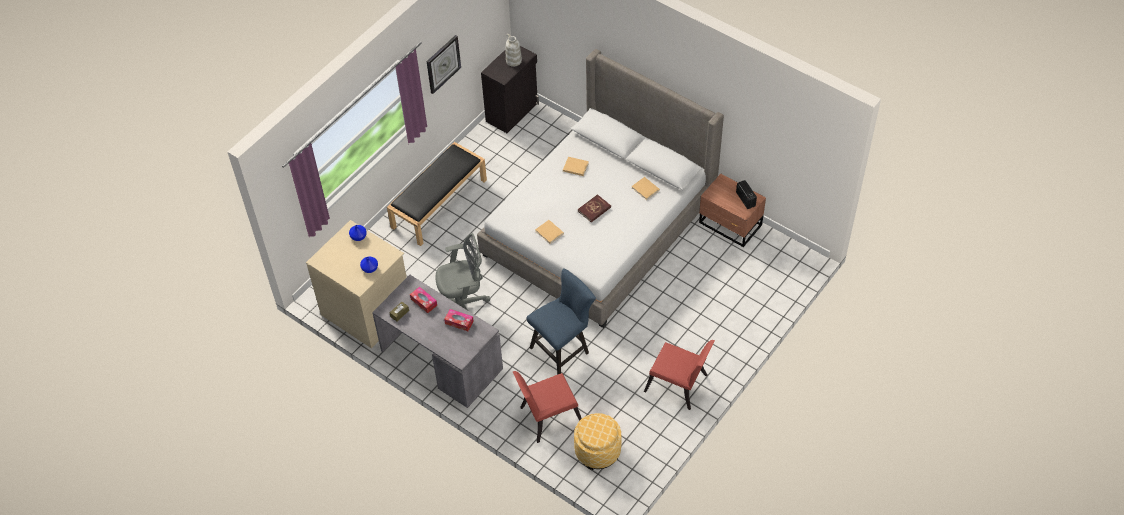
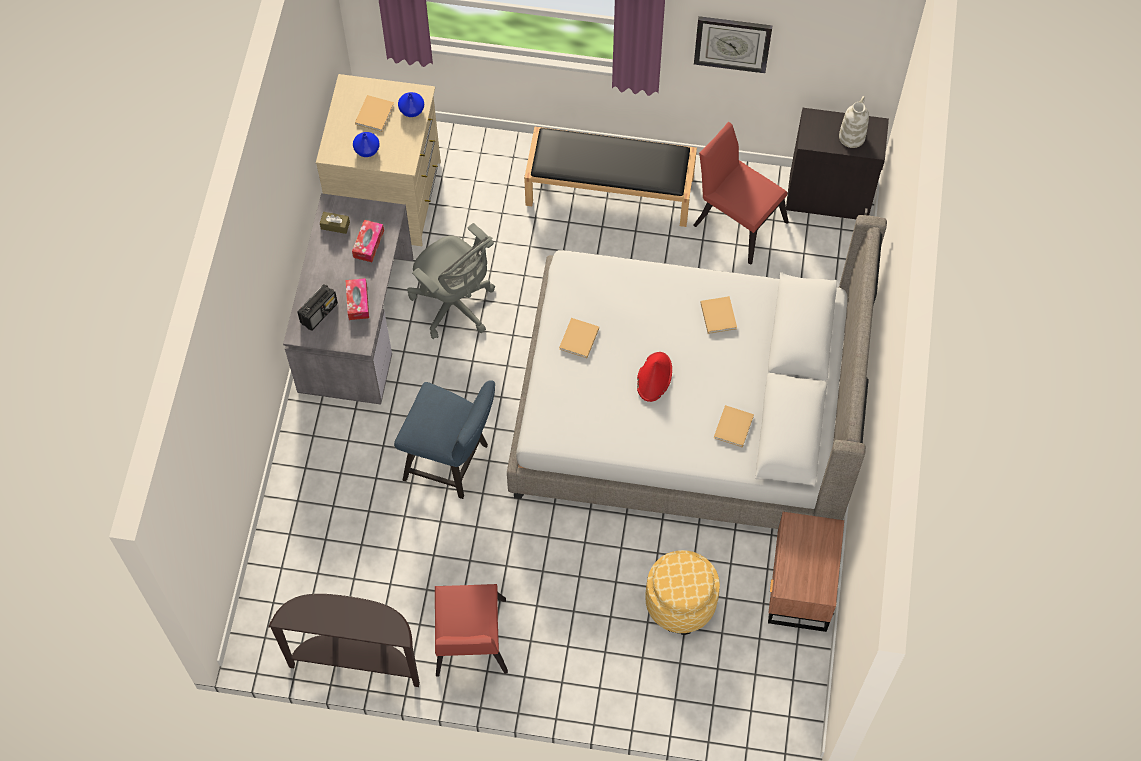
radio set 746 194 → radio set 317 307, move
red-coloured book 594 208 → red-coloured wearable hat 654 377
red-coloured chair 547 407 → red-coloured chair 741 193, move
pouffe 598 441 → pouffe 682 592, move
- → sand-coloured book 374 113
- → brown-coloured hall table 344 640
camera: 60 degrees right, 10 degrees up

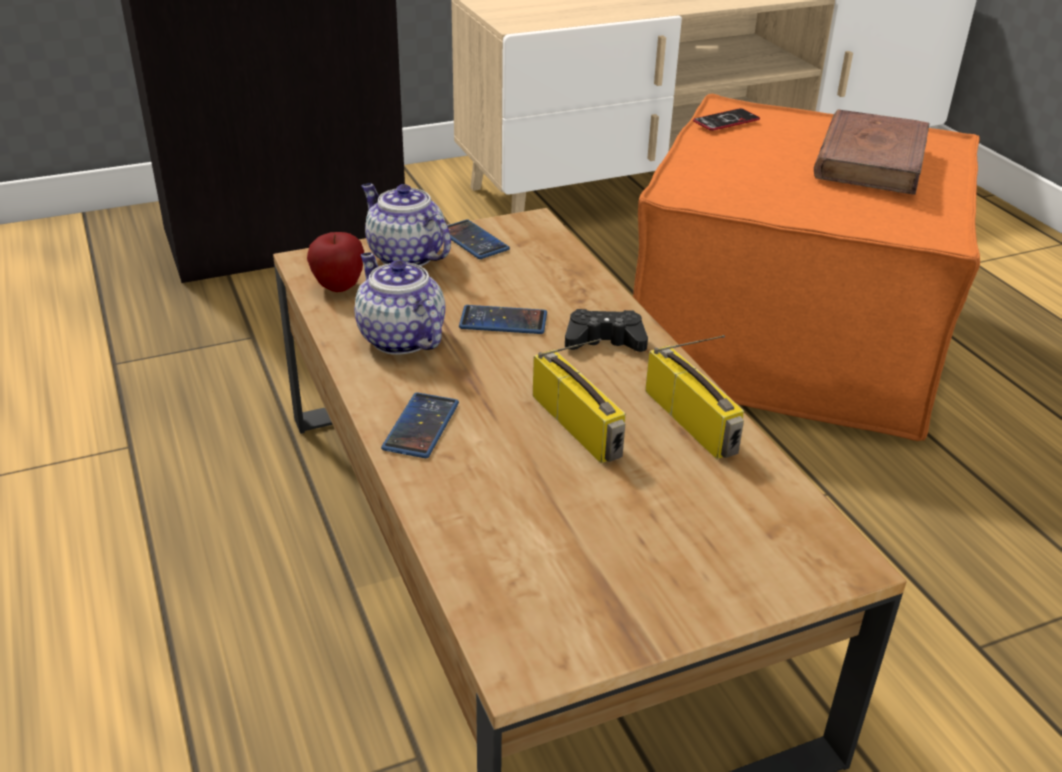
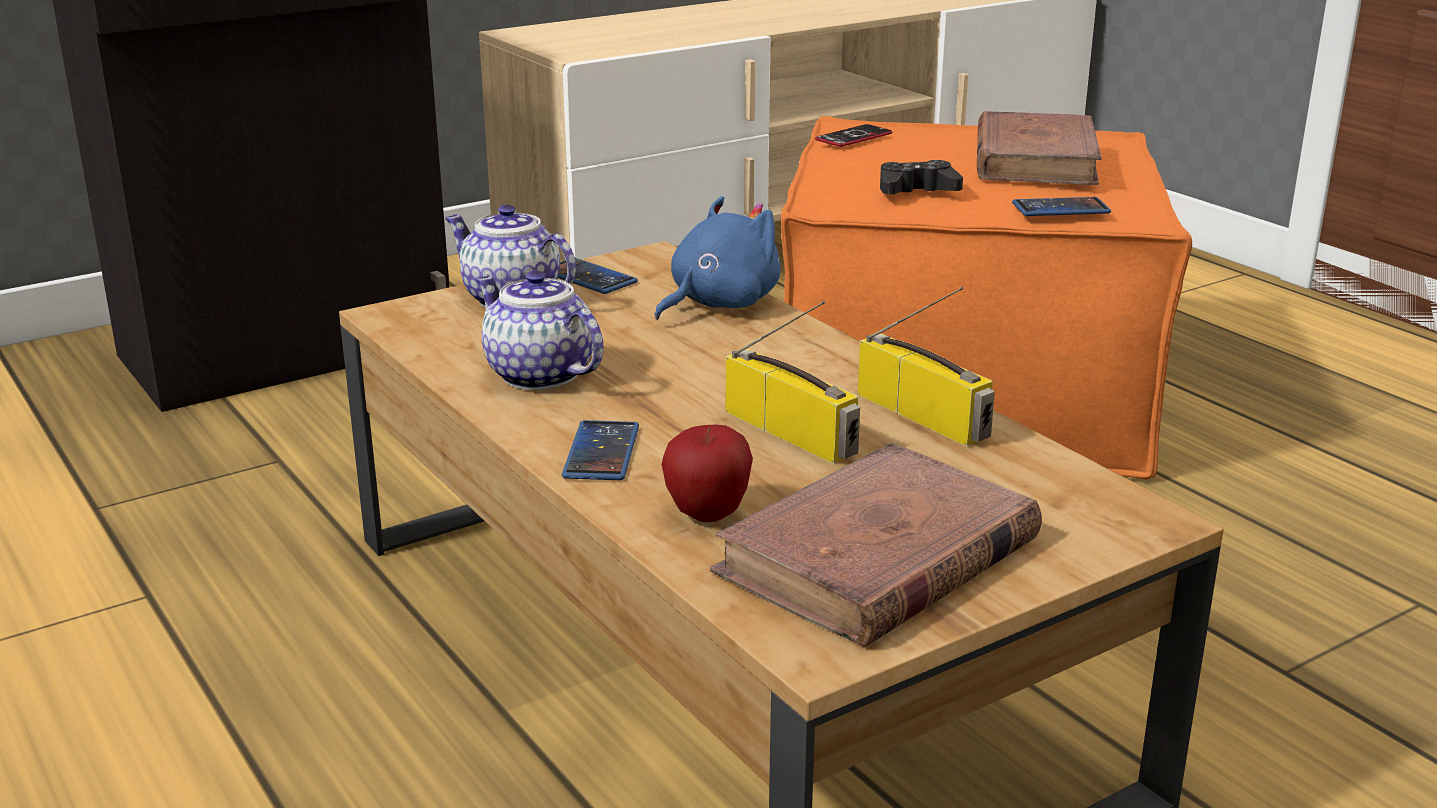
apple 335 262 → apple 707 473, move
telephone 503 319 → telephone 1061 206, move
black gamepad 606 330 → black gamepad 921 177, move
- → bluish soft toy 717 258
- → brown-coloured book 876 545
camera: 10 degrees left, 10 degrees down

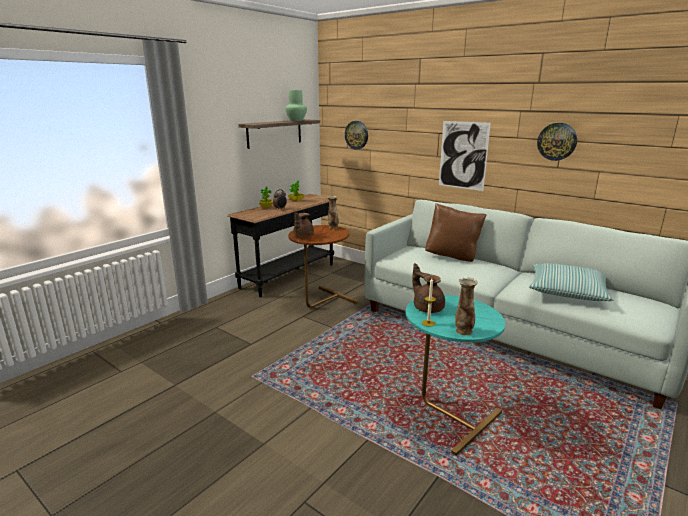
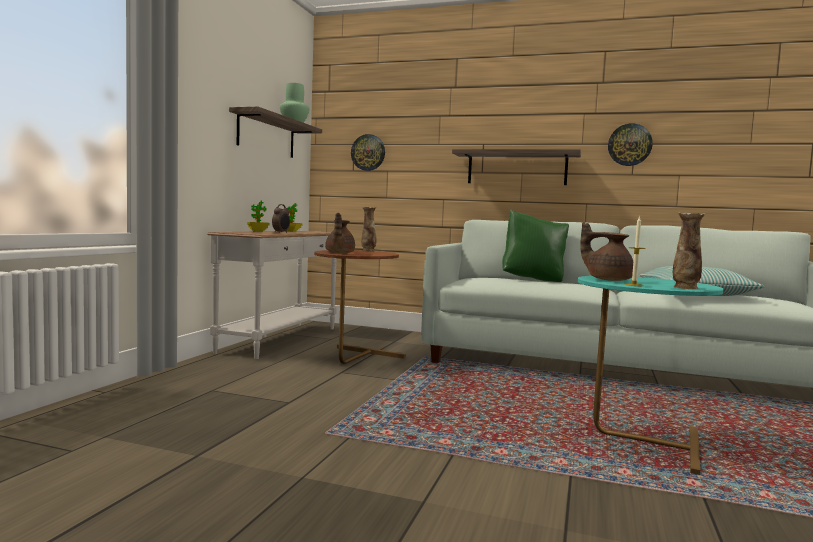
picture 465 156 → bracket shelf 516 167
black hall table 282 245 → white-coloured hall table 272 295
brown-coloured cushion 456 232 → greenish cushion 535 246
camera: 20 degrees left, 15 degrees down

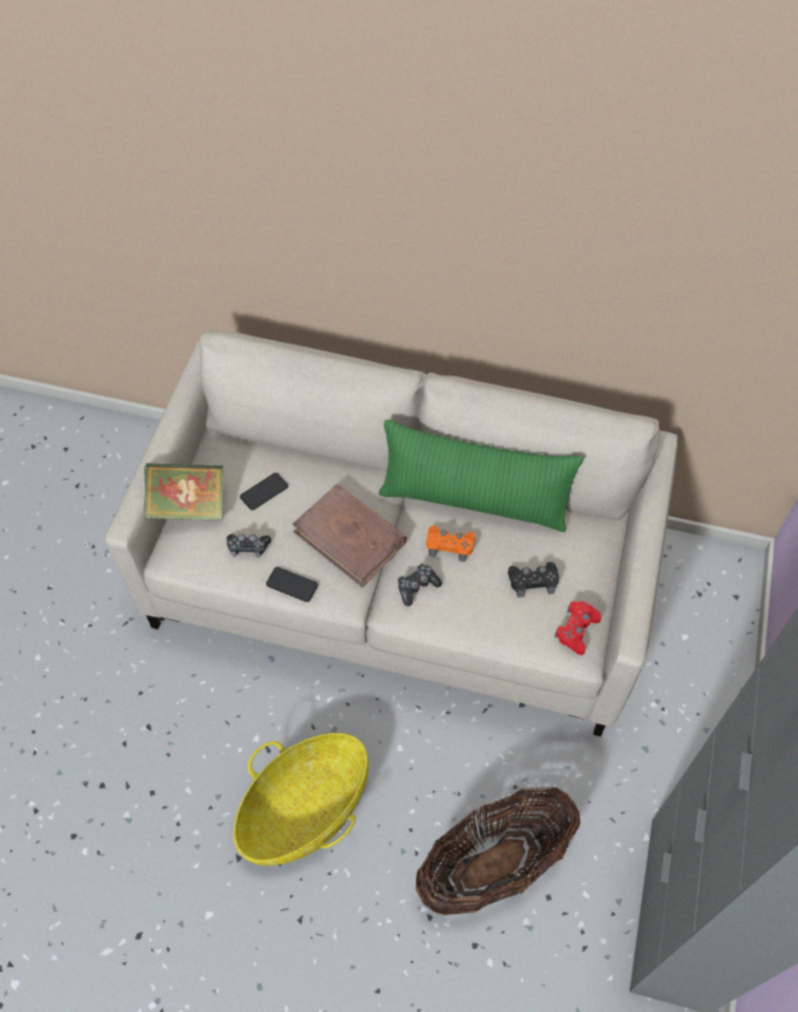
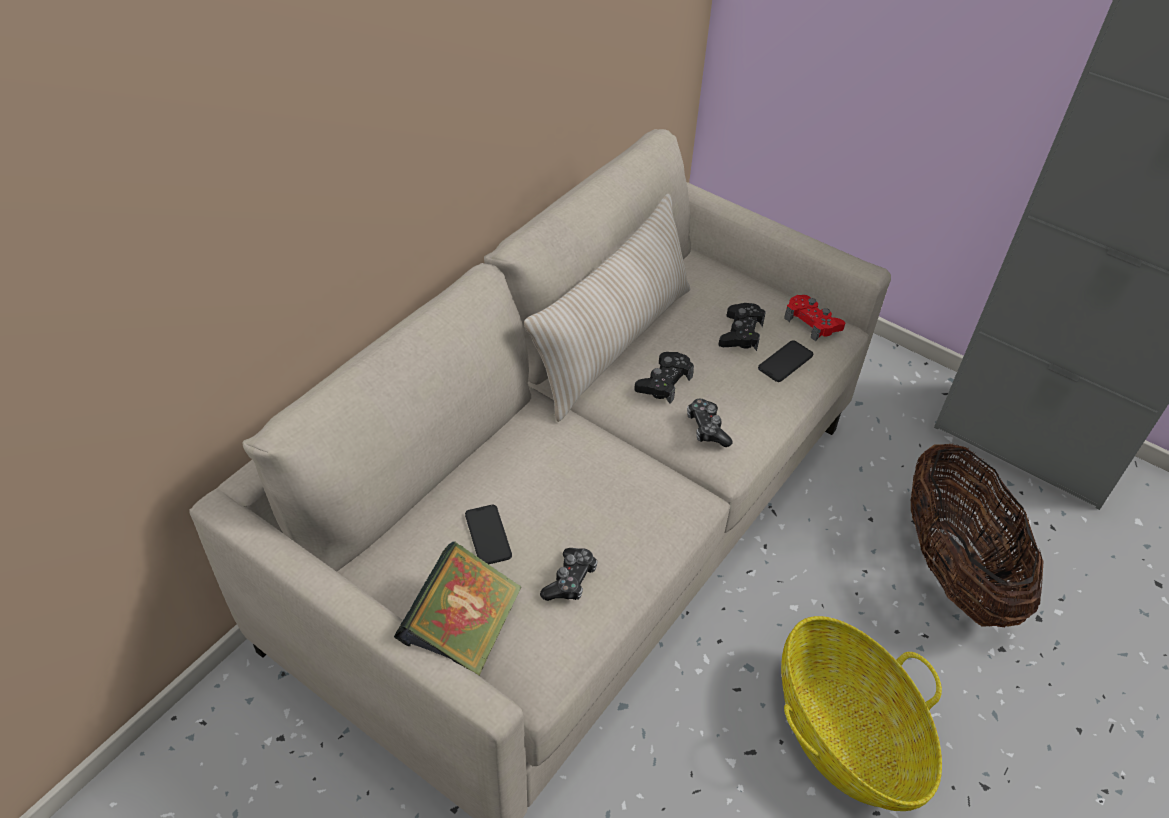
greenish cushion 481 476 → sand-coloured cushion 607 307
brown-coloured book 349 536 → -
orange gamepad 451 544 → black gamepad 664 378
telephone 292 584 → telephone 785 361, move
camera: 70 degrees left, 10 degrees down

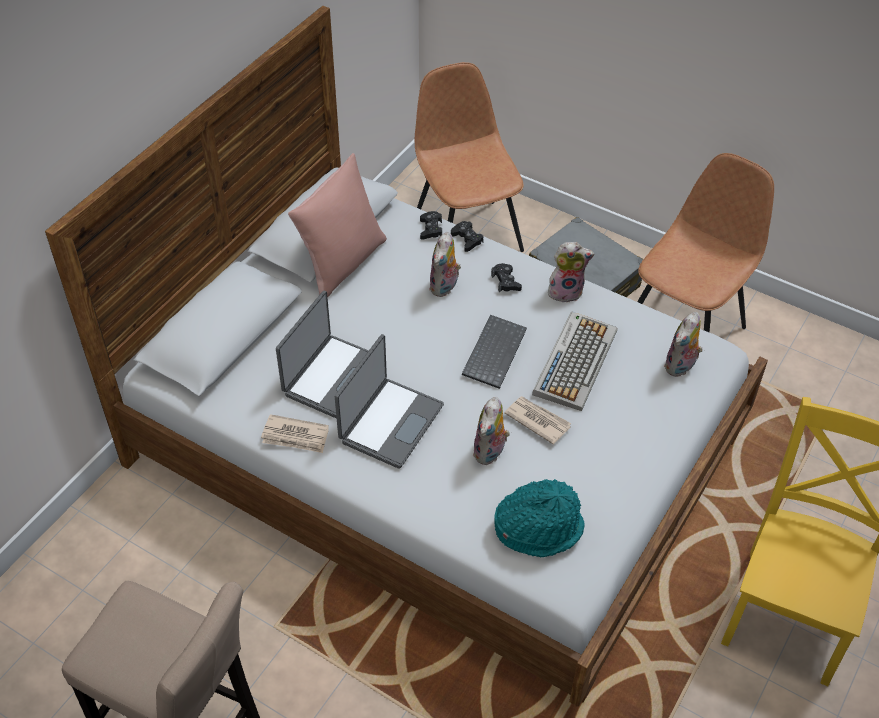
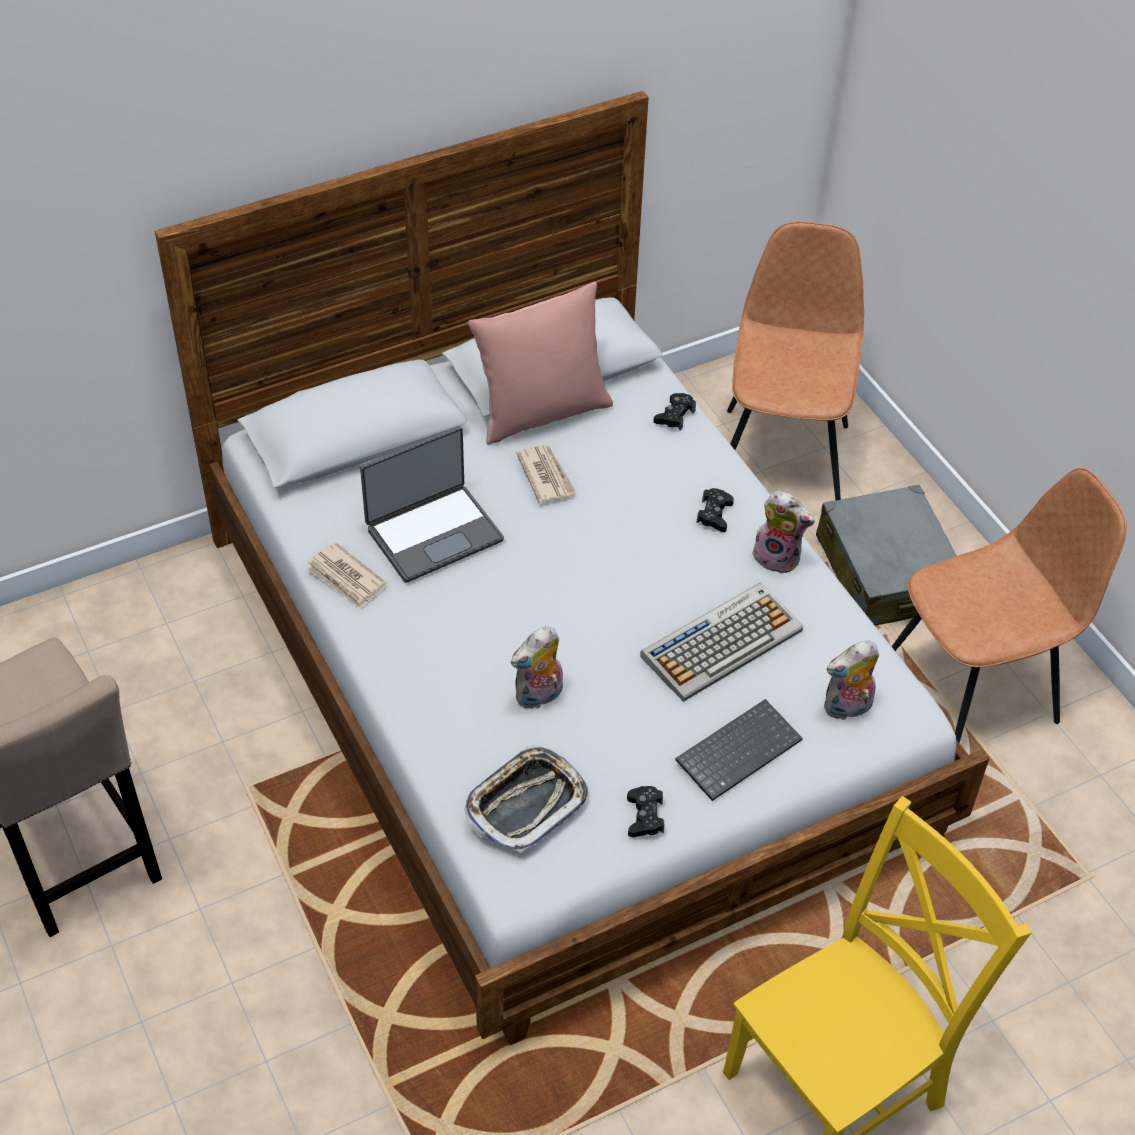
black gamepad 467 236 → black gamepad 645 811, move
soft toy 445 264 → -
computer keyboard 494 352 → computer keyboard 739 750, move
laptop 389 401 → -
daily paper 537 420 → daily paper 546 474, move
turquoise wearable hat 540 518 → carrying tray 526 798
camera: 30 degrees right, 0 degrees up

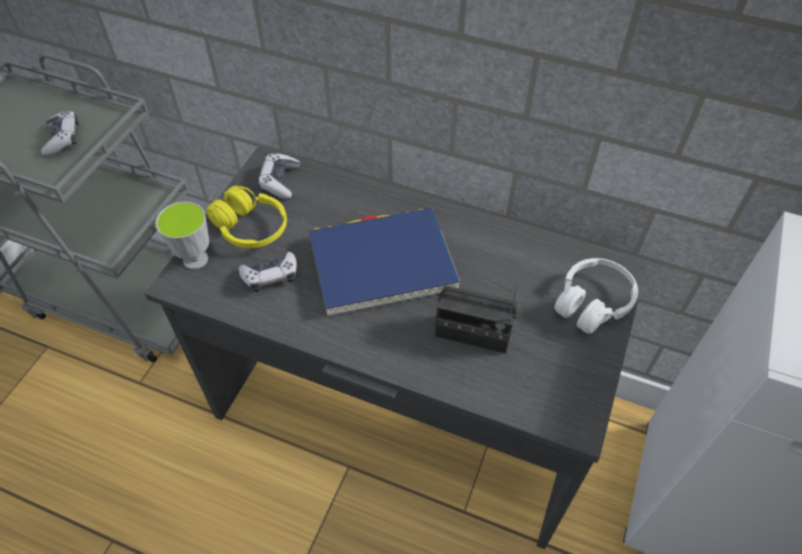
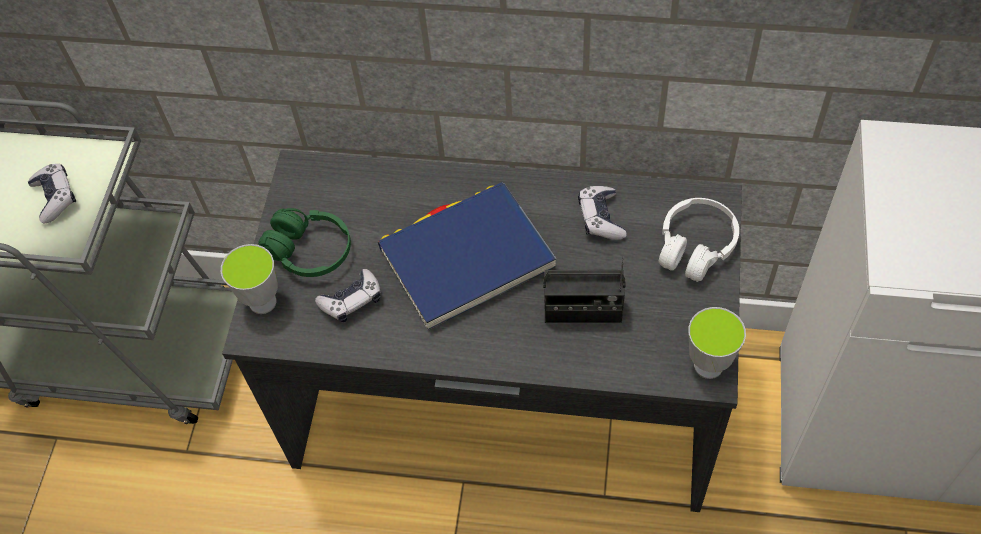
gamepad 279 176 → gamepad 602 213, move
yellowish pair of headphones 247 217 → greenish pair of headphones 304 242
- → cup 717 343
camera: 10 degrees left, 5 degrees up

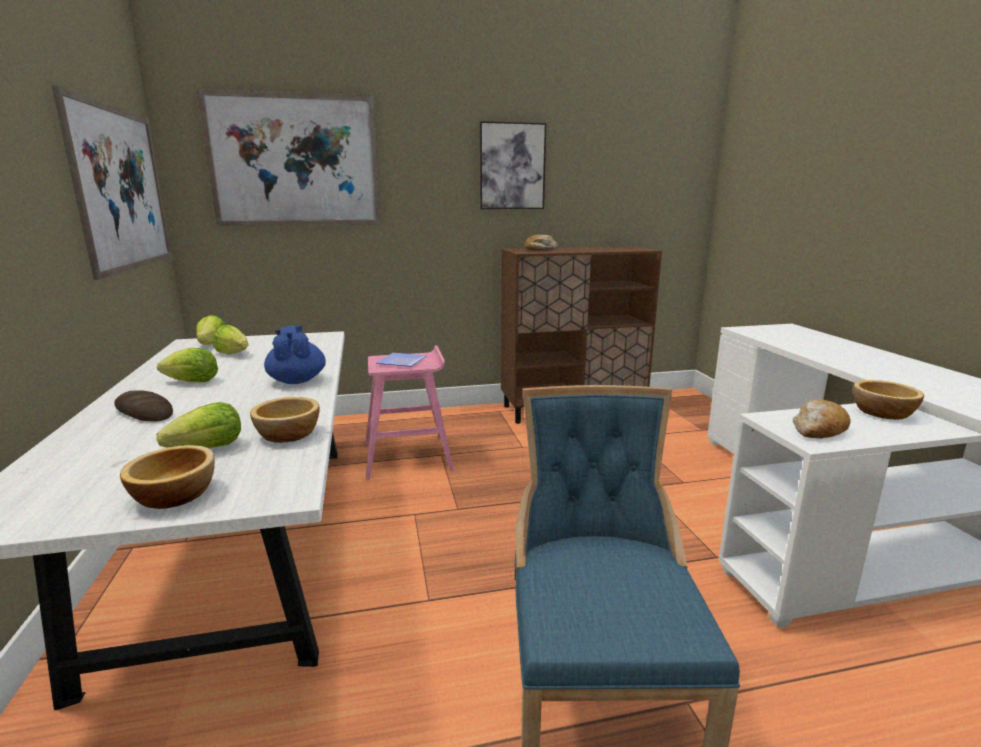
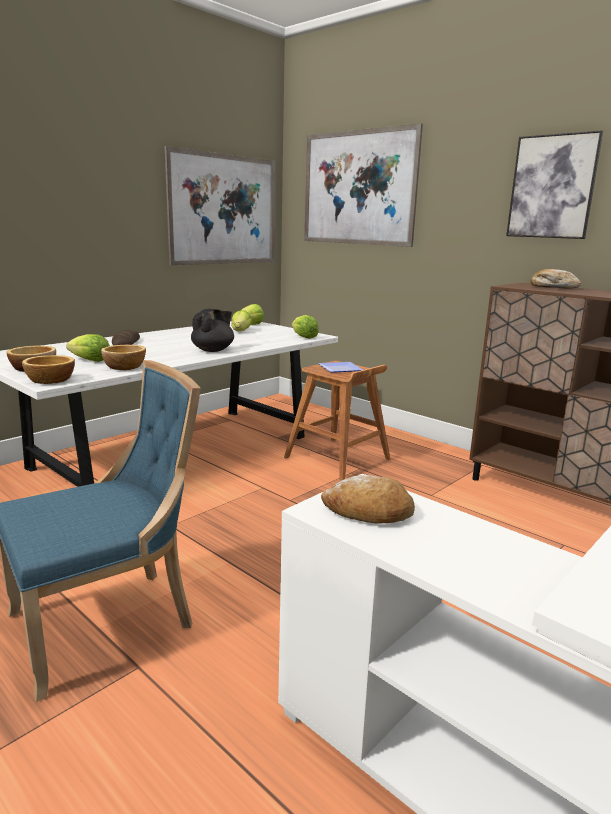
bluish pot for tea 295 354 → black pot for tea 212 330
pink sitting stool 409 412 → brown-coloured sitting stool 337 421
lettuce 187 365 → lettuce 305 327, move
serving bowl 888 400 → serving bowl 48 369, move
camera: 55 degrees right, 0 degrees up

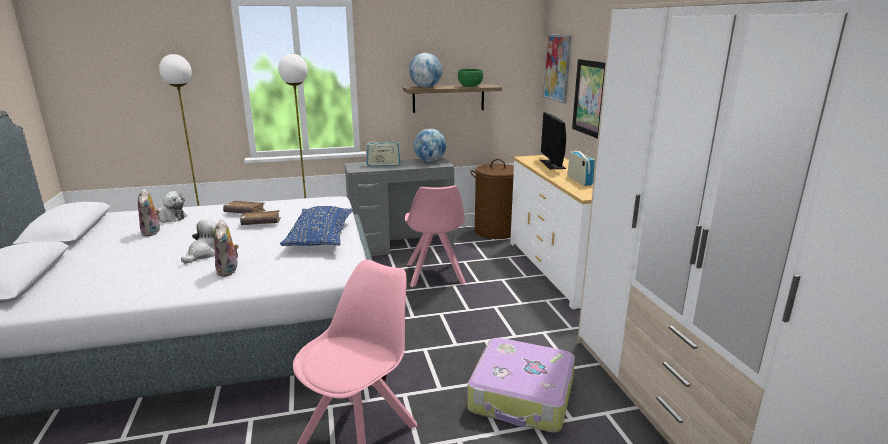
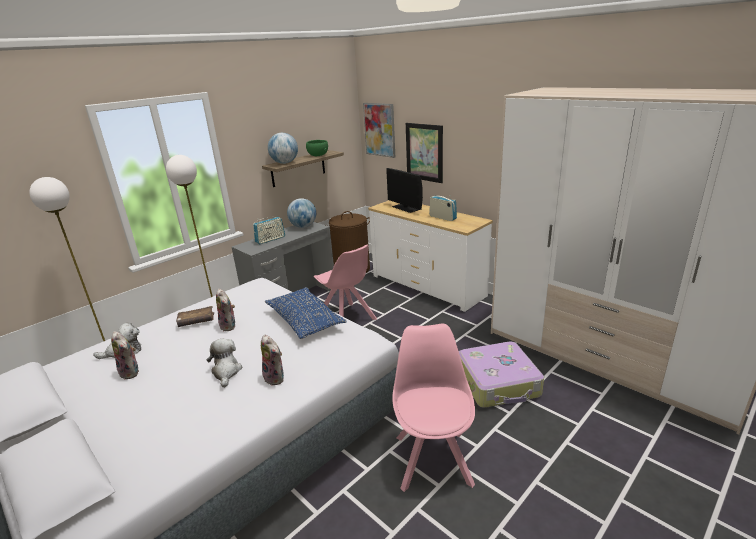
brown-coloured book 260 217 → soft toy 225 309
camera: 30 degrees left, 5 degrees up

